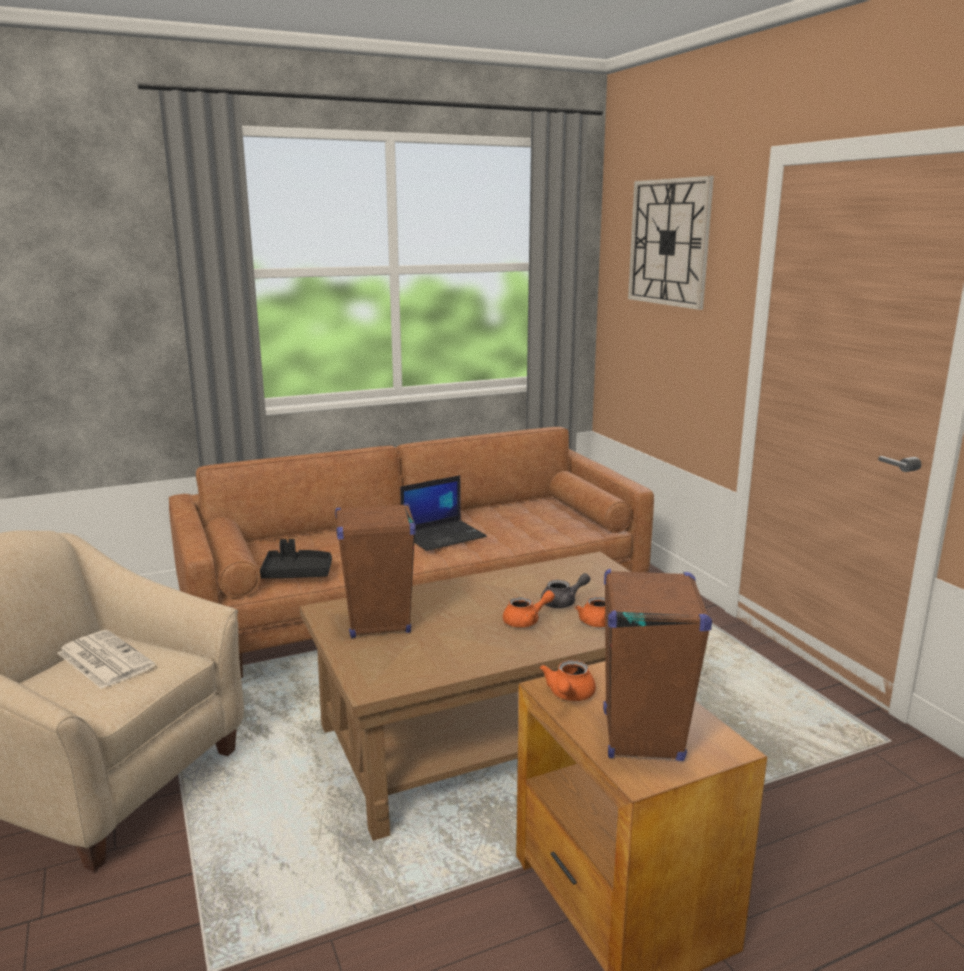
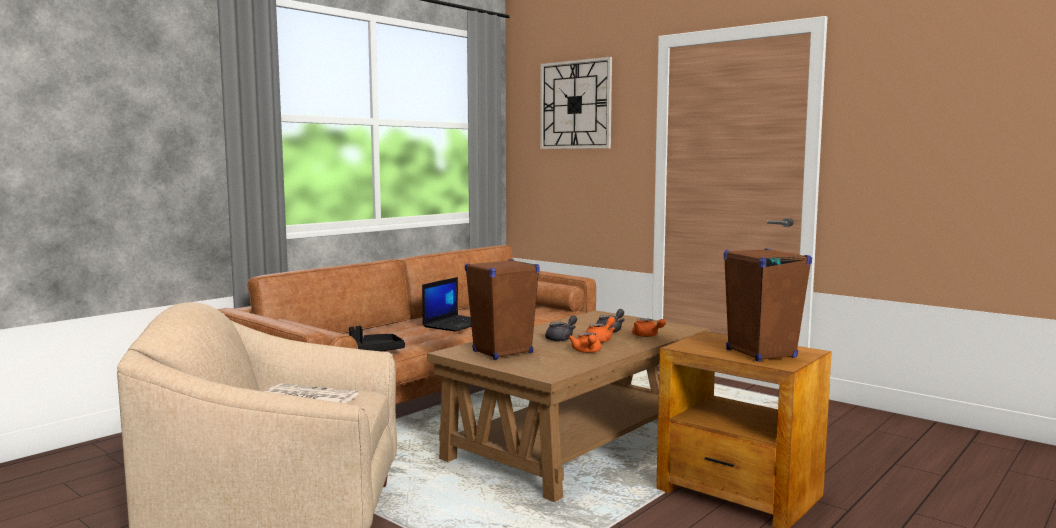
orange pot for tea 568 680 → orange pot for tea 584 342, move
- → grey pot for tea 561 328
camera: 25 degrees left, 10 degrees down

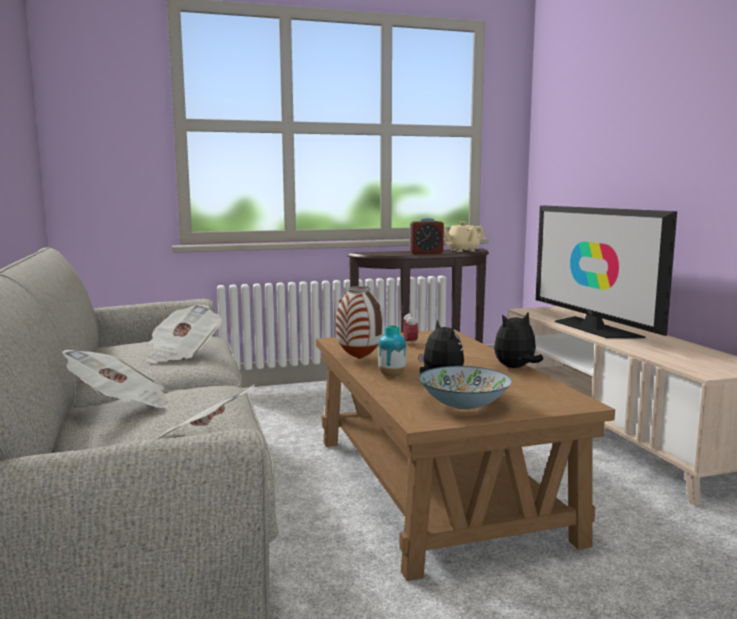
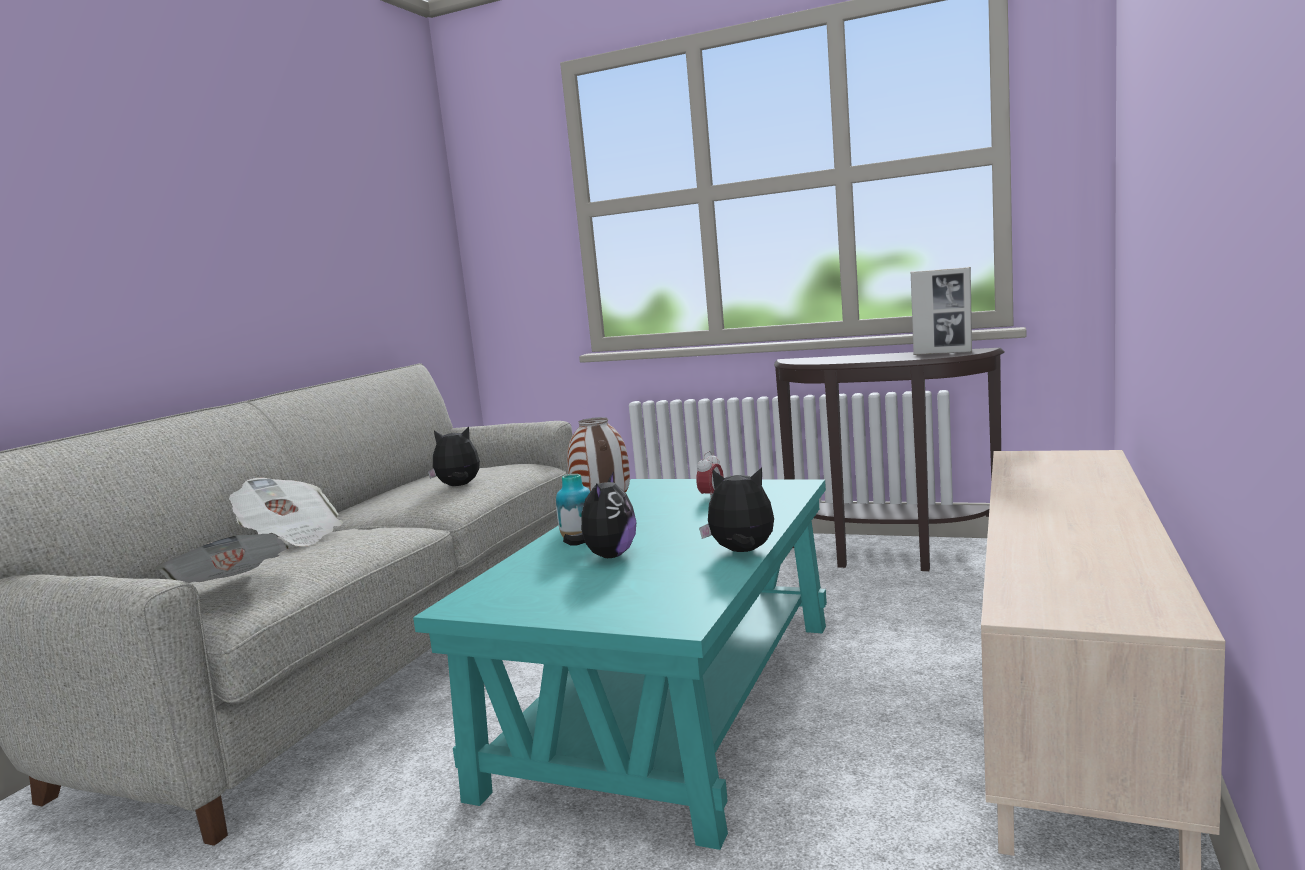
TV 606 271 → -
bedside clock 427 236 → -
sand-coloured pot for tea 464 237 → standing frame 941 311
daily paper 184 333 → soft toy 454 456
brown-coloured low table 465 455 → turquoise low table 620 664
serving bowl 465 387 → -
camera: 40 degrees right, 0 degrees up

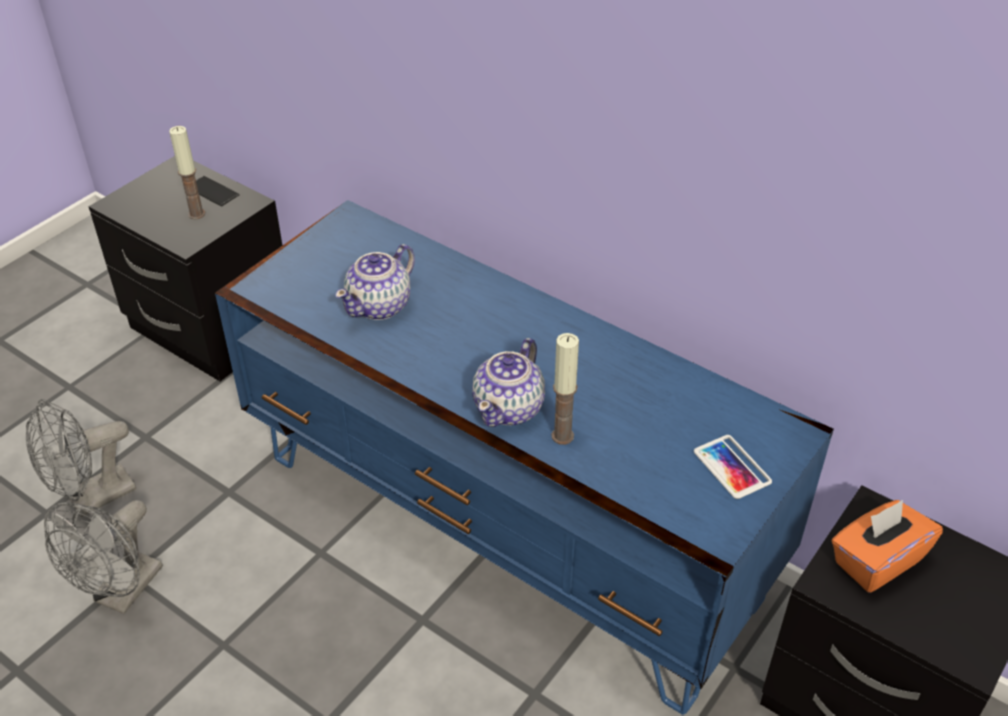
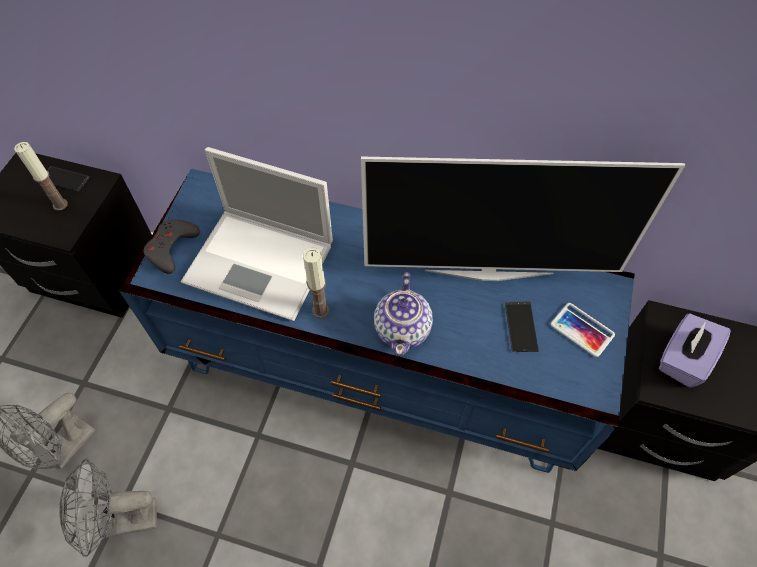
pot for tea 375 282 → laptop 257 234
candle 565 389 → candle 316 283, move
grey cooling fan 103 557 → grey cooling fan 108 508, 75 degrees clockwise
orange box of tissues 887 546 → purple box of tissues 695 350
- → TV 523 218
- → grey gamepad 171 247
- → telephone 522 326
camera: 20 degrees left, 15 degrees up

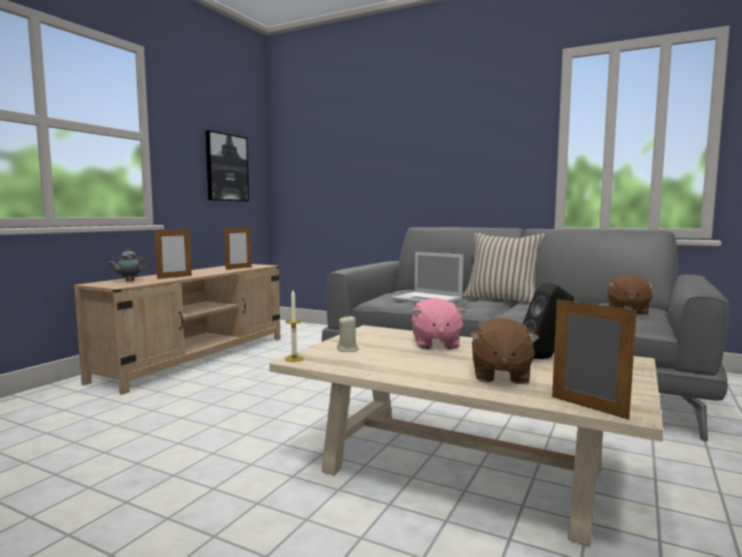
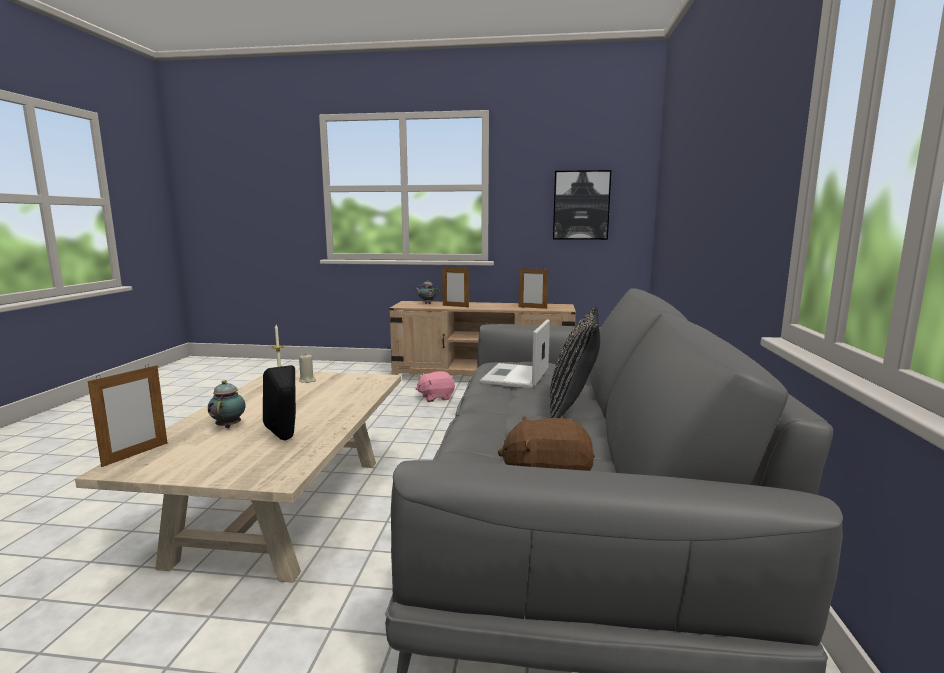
sand-coloured cushion 504 268 → black cushion 575 362
pink soft toy 439 323 → pink soft toy 435 386, move
brown-coloured soft toy 504 351 → pot for tea 227 404
camera: 70 degrees right, 5 degrees up

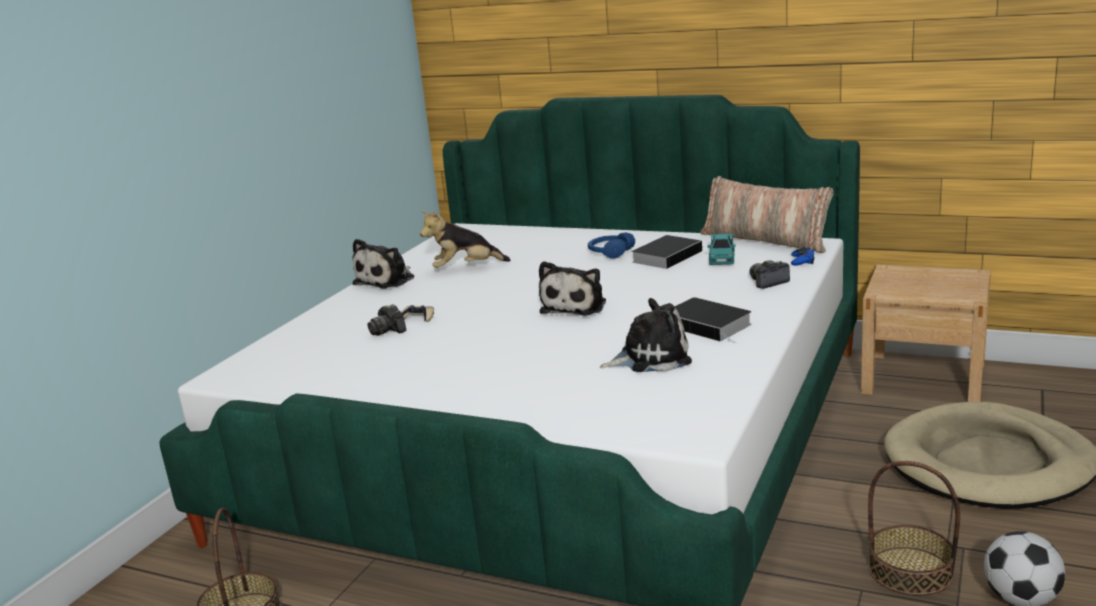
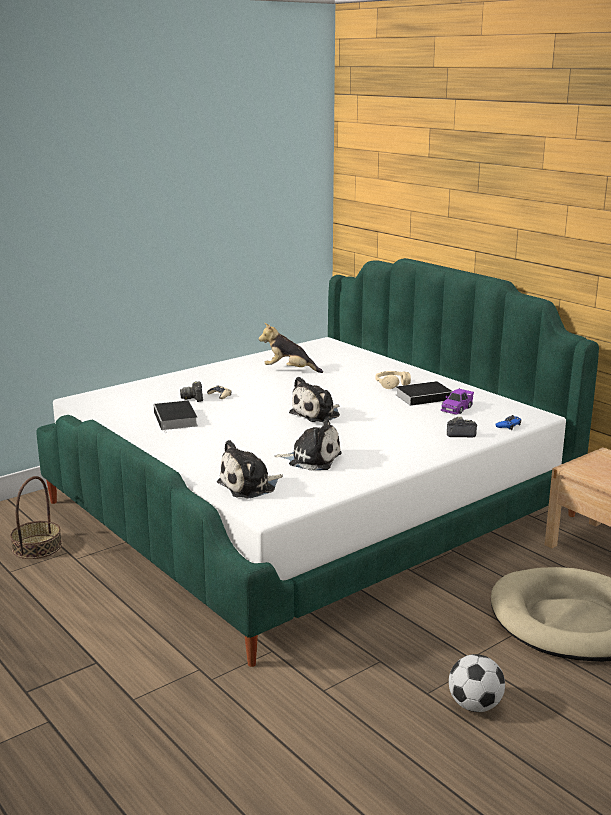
cushion 767 214 → -
bluish pair of headphones 611 245 → sand-coloured pair of headphones 393 380
turquoise toy car 721 249 → purple toy car 457 402
soft toy 383 264 → soft toy 250 469, move
book 713 320 → book 176 417, move
basket 914 528 → -
camera: 25 degrees right, 0 degrees up

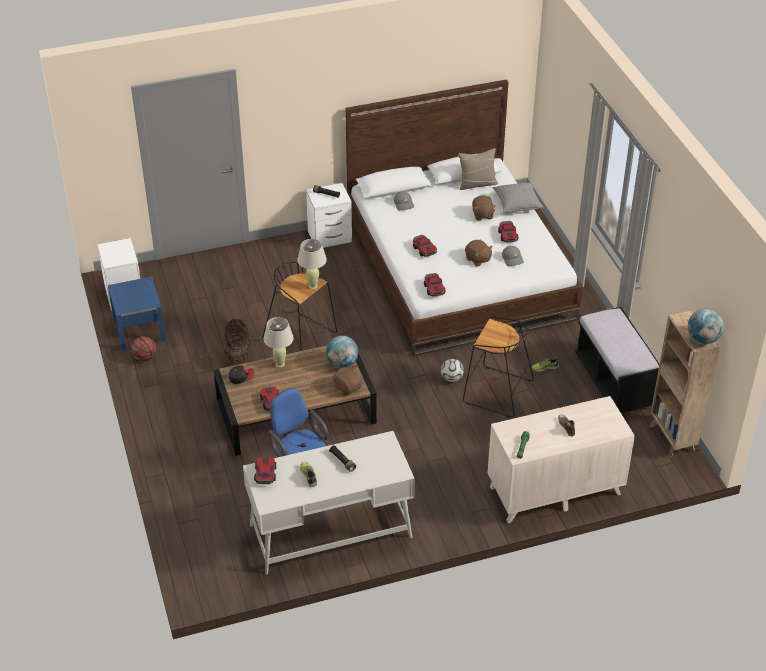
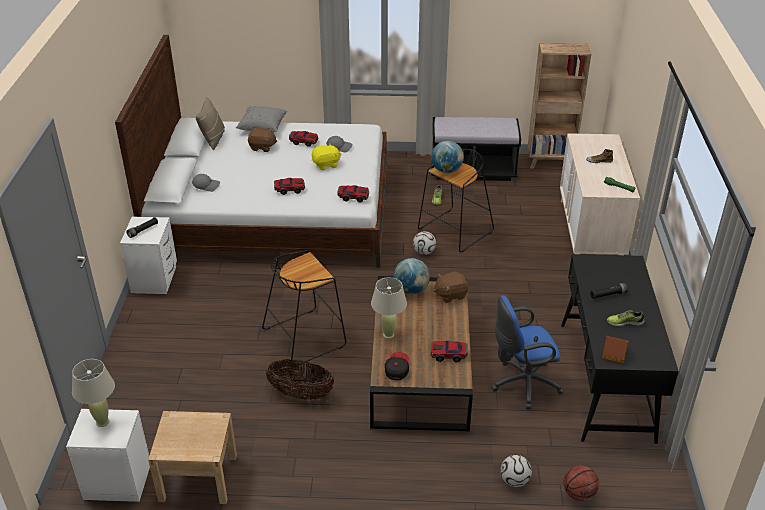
sand-coloured tabletop lamp 312 264 → sand-coloured tabletop lamp 93 393, move
brown-coloured soft toy 479 253 → yellowish soft toy 327 157
bluish nightstand 137 313 → sand-coloured nightstand 192 457
globe 706 326 → globe 447 157, move
ball for basketball 143 348 → ball for basketball 581 483, move
white-coloured desk unit 329 502 → black desk unit 620 349
toy car 265 470 → model house 615 349
- → ball for football 516 471
camera: 70 degrees left, 5 degrees down

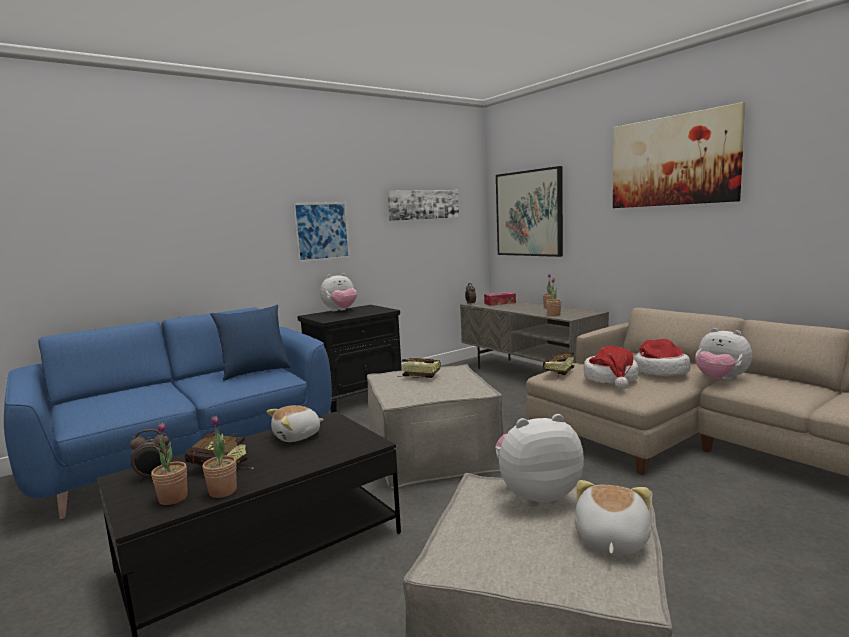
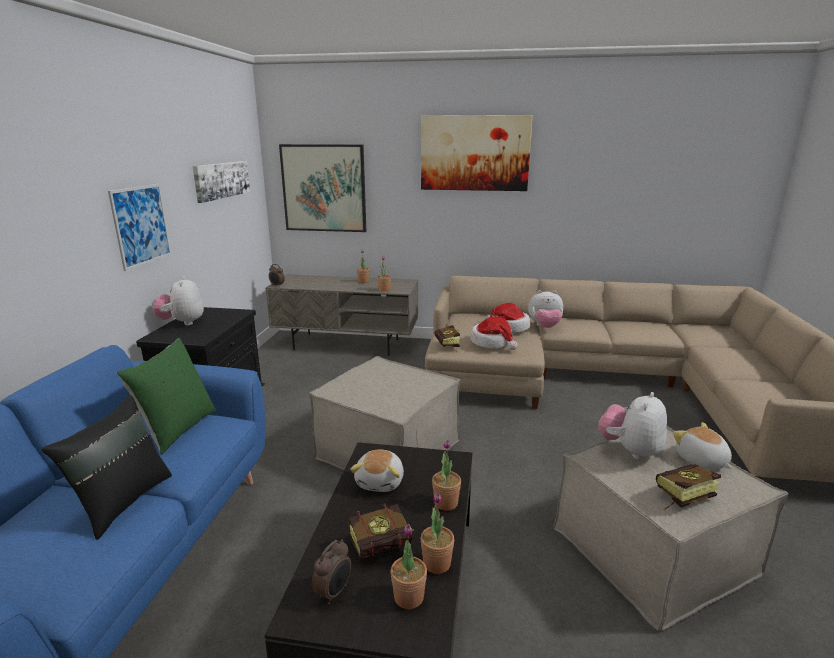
soft toy 338 292 → soft toy 178 300, 150 degrees clockwise
box of tissues 500 299 → -
bluish cushion 250 343 → greenish cushion 166 396
book 418 368 → book 688 487, move
- → black cushion 106 467
- → plant in a pot 446 475
camera: 45 degrees left, 10 degrees up

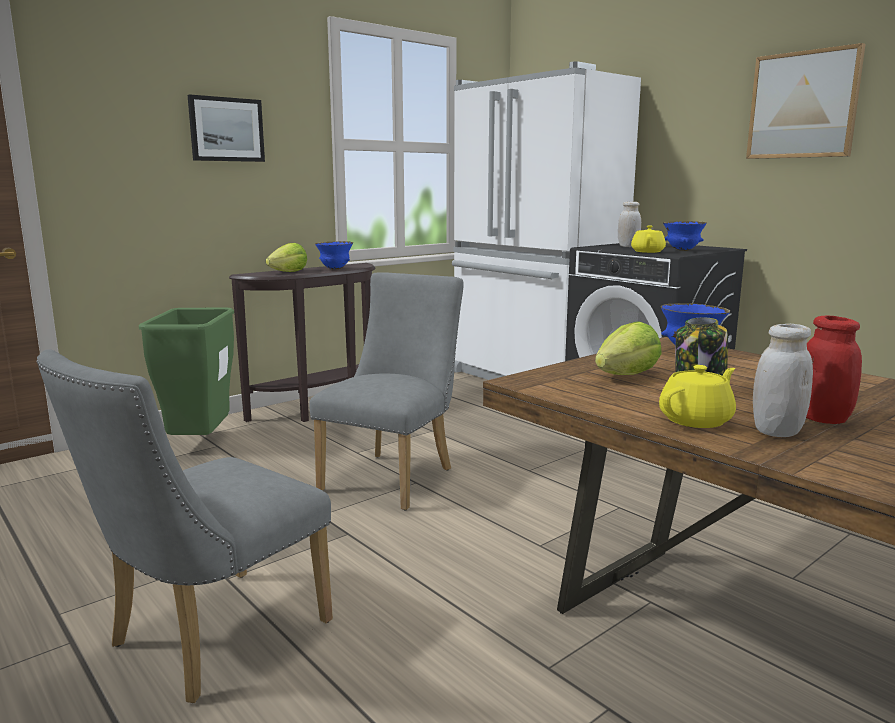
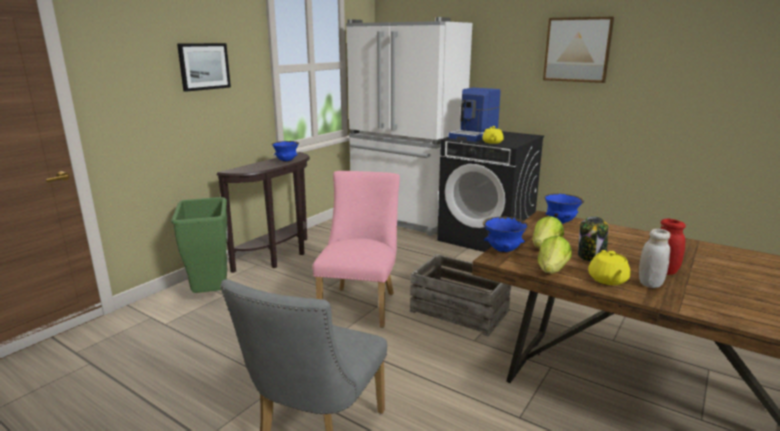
white-coloured jar 629 224 → coffee machine 474 114
bluish serving bowl 685 236 → bluish serving bowl 505 234, move
lettuce 286 257 → lettuce 555 255, move
grey chair 386 391 → pink chair 356 249
yellowish pot for tea 697 396 → yellowish pot for tea 609 267, 150 degrees clockwise
- → crate 460 295
camera: 15 degrees left, 5 degrees up

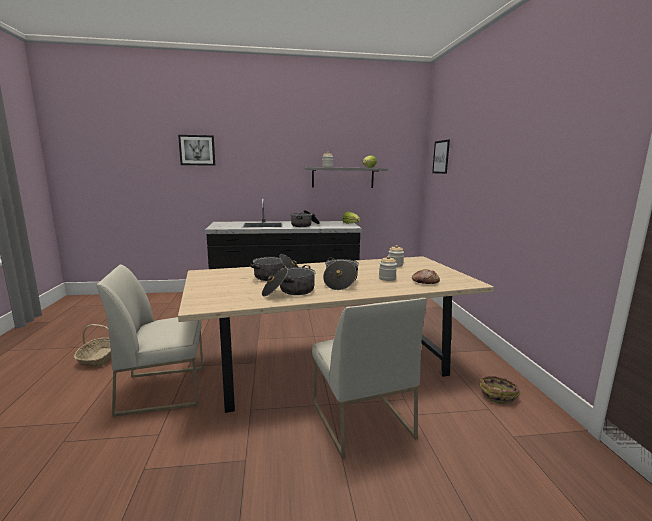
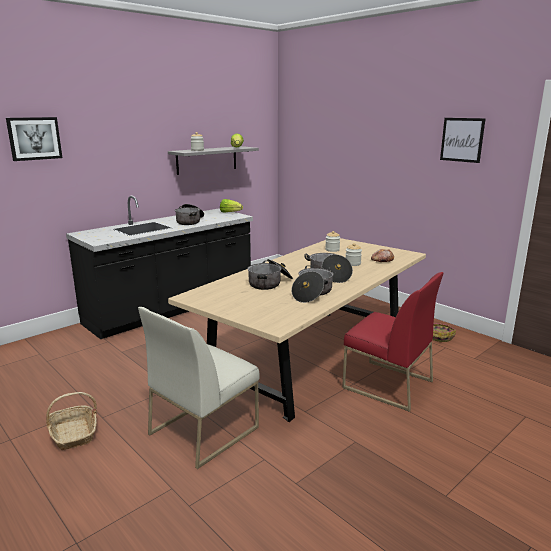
picture 441 156 → picture 463 140, move
white-coloured chair 369 378 → red-coloured chair 393 342
camera: 35 degrees left, 5 degrees up

